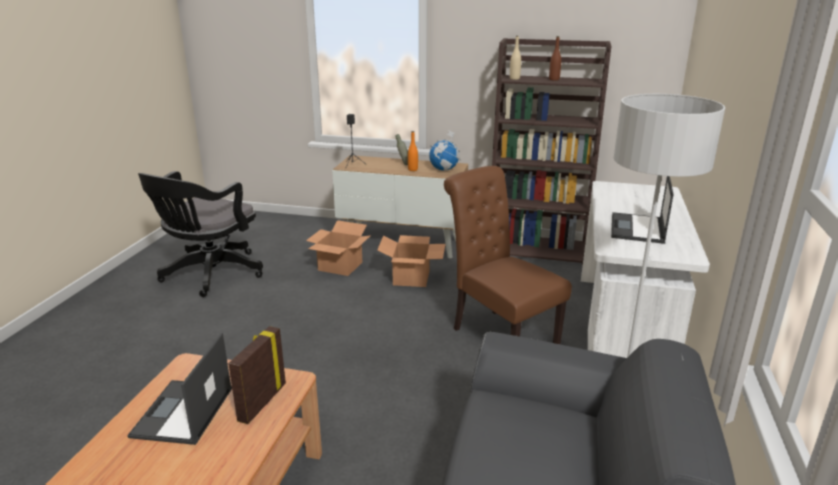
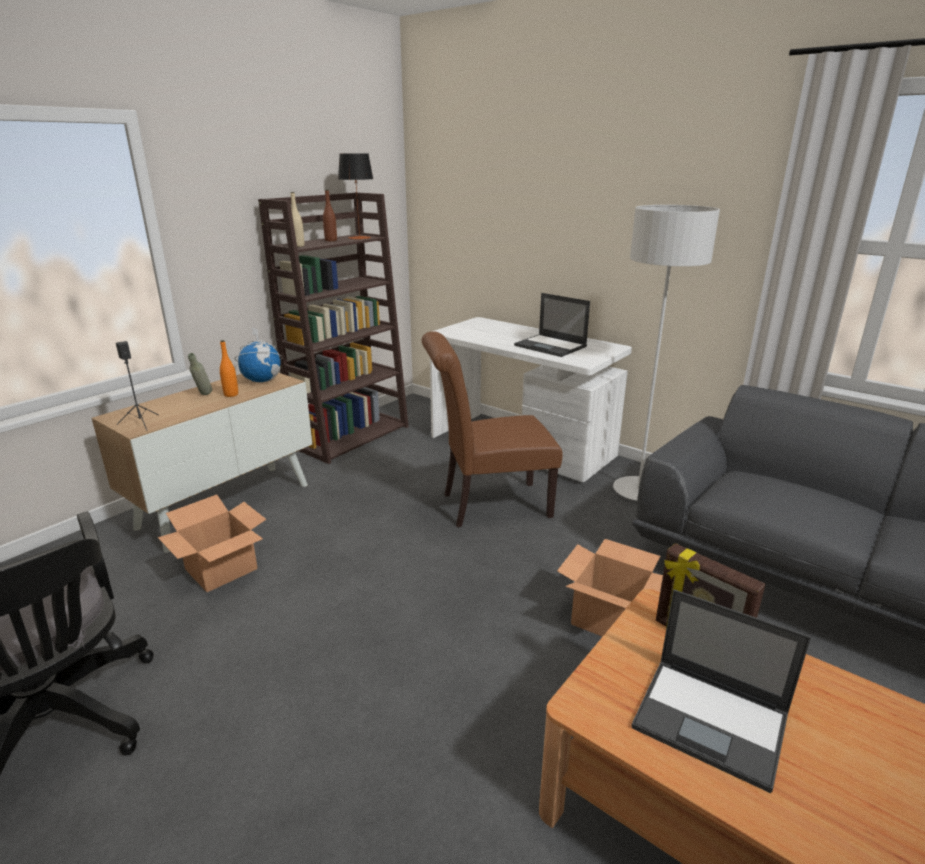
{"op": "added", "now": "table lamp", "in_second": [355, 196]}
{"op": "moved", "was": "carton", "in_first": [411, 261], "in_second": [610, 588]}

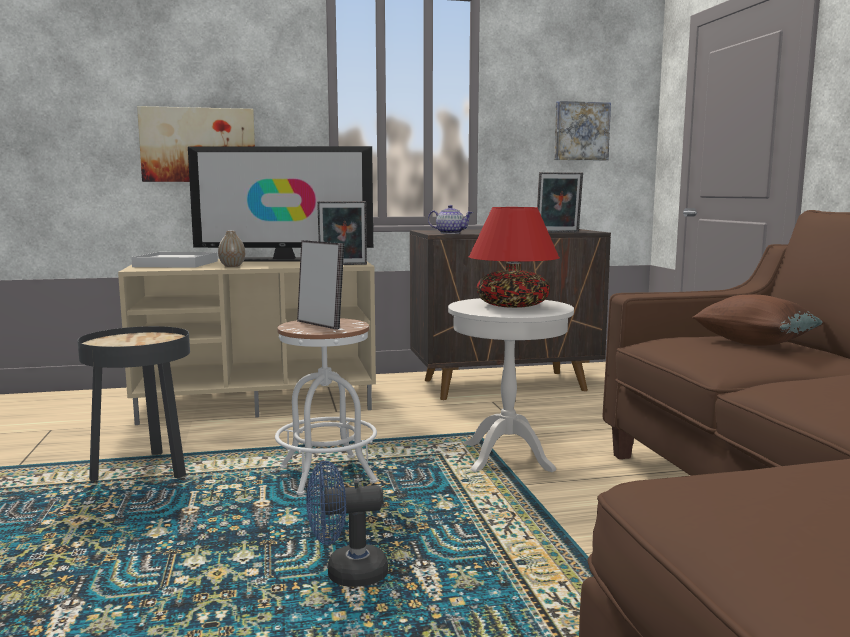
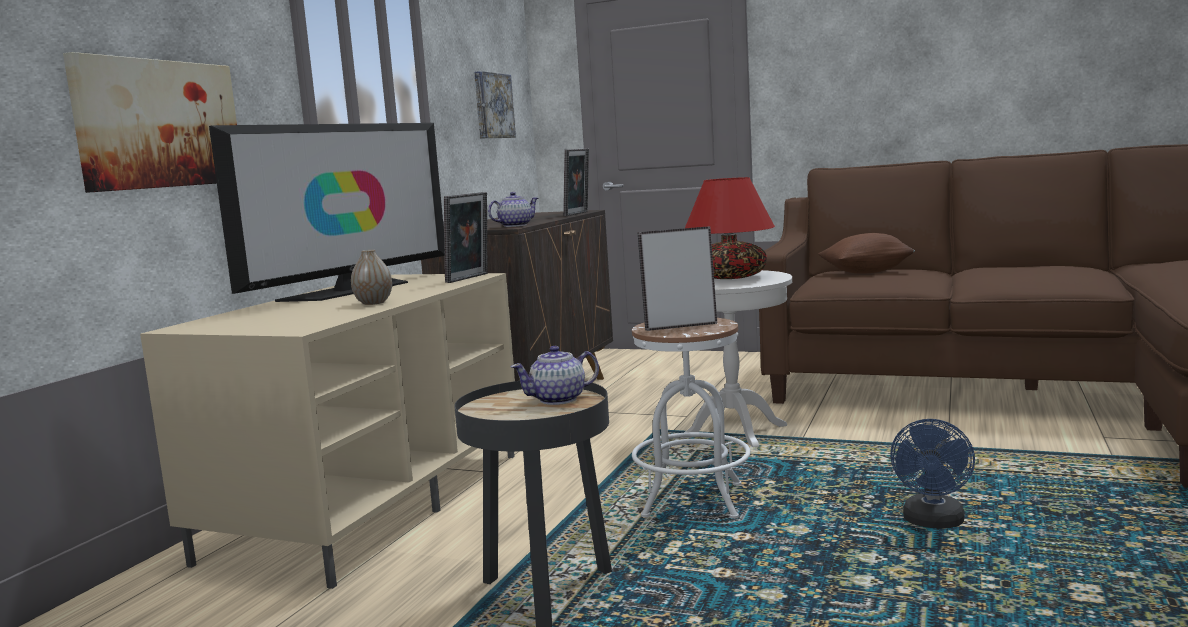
{"op": "added", "now": "pot for tea", "in_second": [555, 375]}
{"op": "removed", "was": "whitish carrying tray", "in_first": [174, 260]}

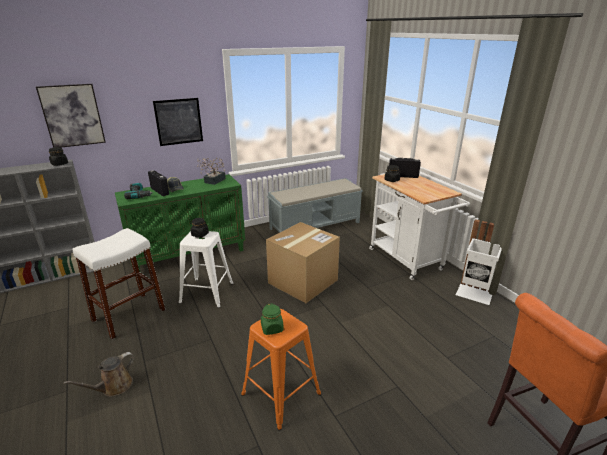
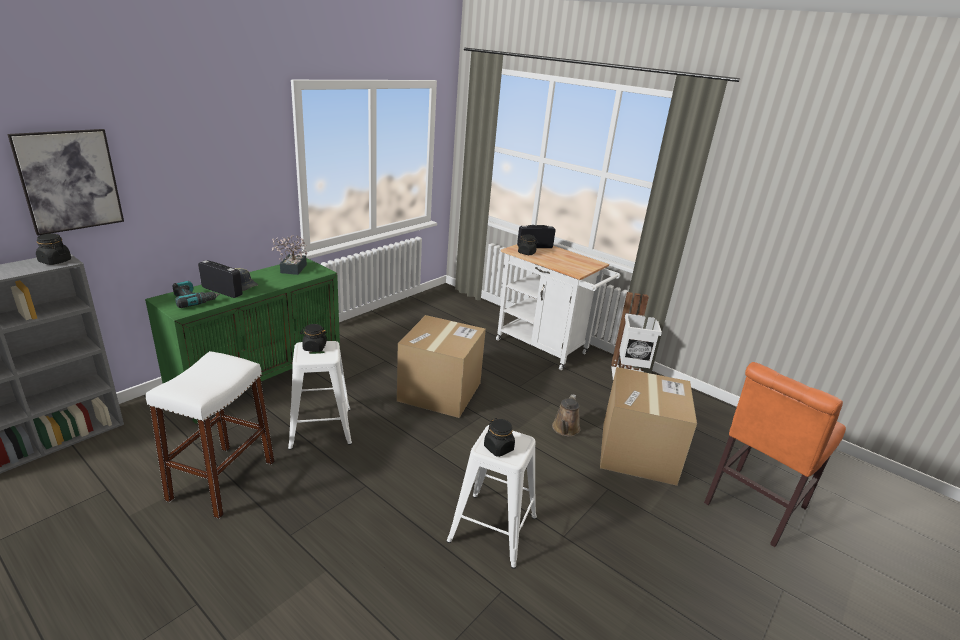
{"op": "recoloured", "was": "orange-coloured stool seat", "now": "whitish stool seat", "in_first": [281, 370], "in_second": [492, 497]}
{"op": "recoloured", "was": "green jar", "now": "black jar", "in_first": [272, 319], "in_second": [499, 437]}
{"op": "moved", "was": "brown watering pot", "in_first": [98, 374], "in_second": [566, 415]}
{"op": "added", "now": "carton", "in_second": [648, 426]}
{"op": "removed", "was": "wall art", "in_first": [178, 122]}
{"op": "removed", "was": "gray bench", "in_first": [315, 205]}

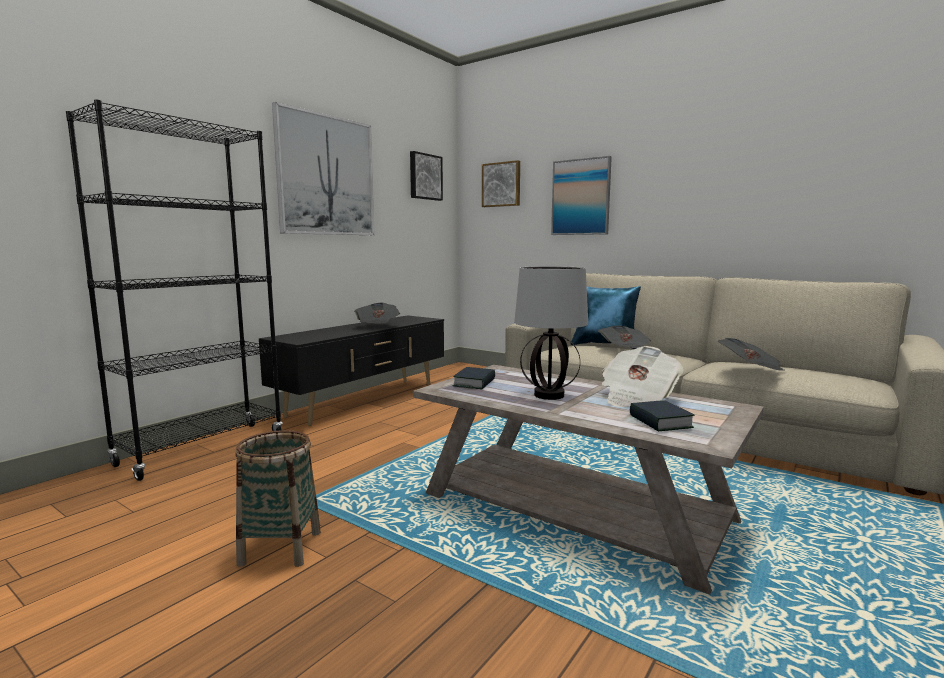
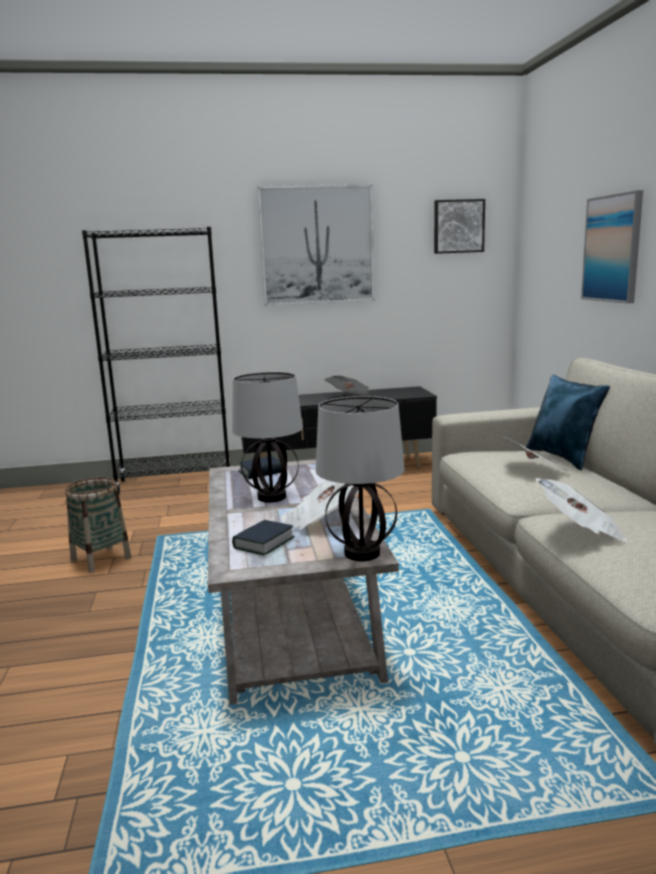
{"op": "added", "now": "table lamp", "in_second": [360, 478]}
{"op": "removed", "was": "wall art", "in_first": [501, 183]}

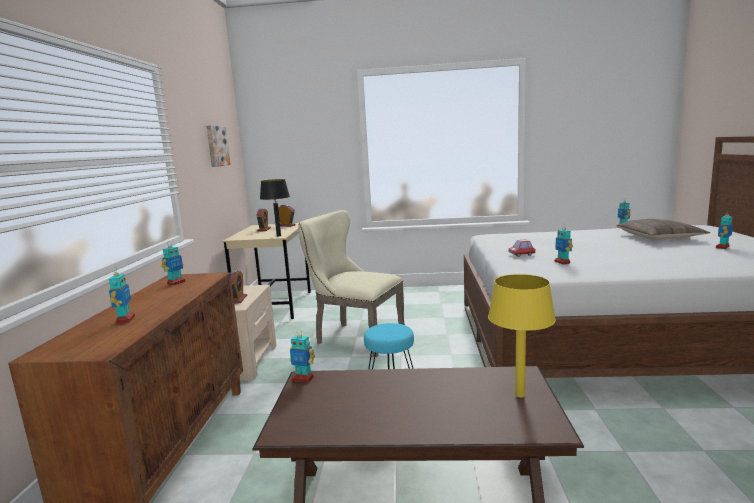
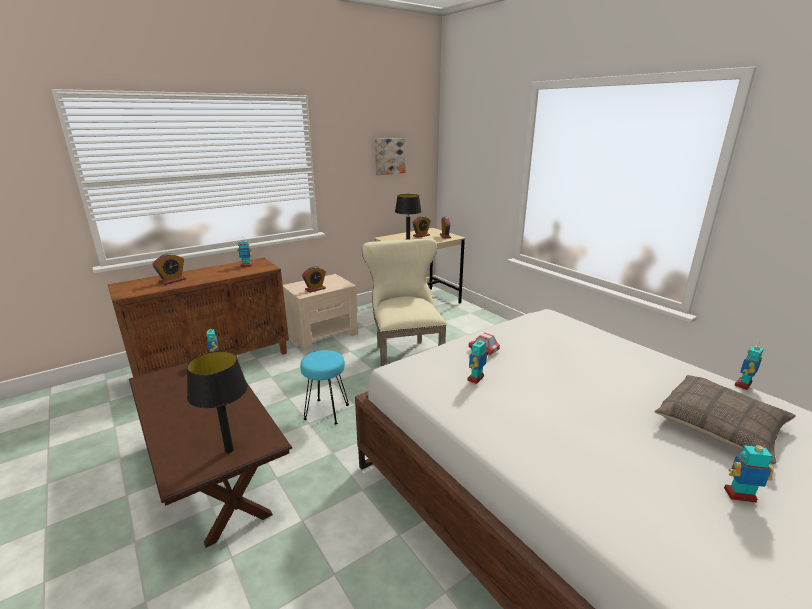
{"op": "replaced", "was": "robot figure", "now": "alarm clock", "in_first": [122, 295], "in_second": [169, 269]}
{"op": "recoloured", "was": "yellow table lamp", "now": "black table lamp", "in_first": [522, 335], "in_second": [217, 402]}

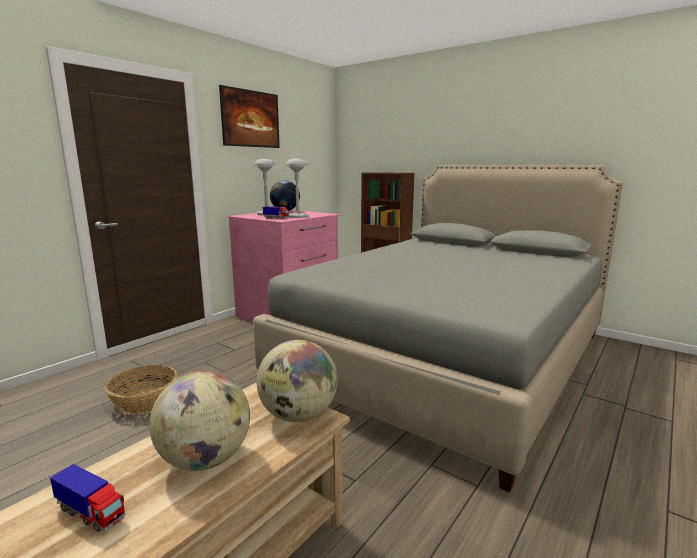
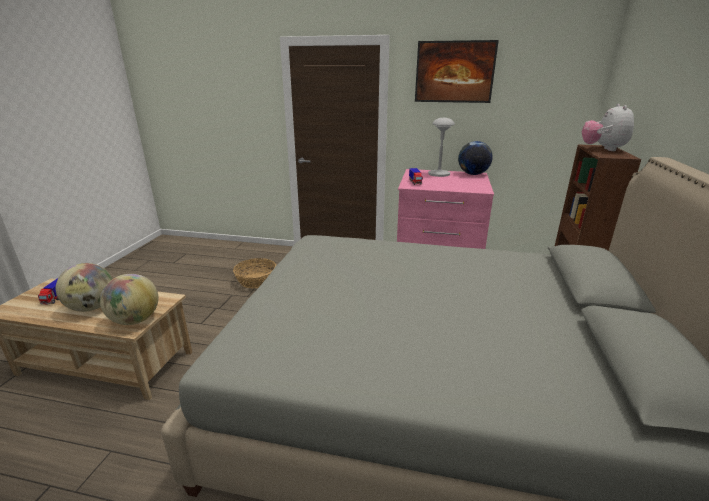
{"op": "added", "now": "cuddly toy", "in_second": [608, 127]}
{"op": "removed", "was": "gray table lamp", "in_first": [297, 188]}

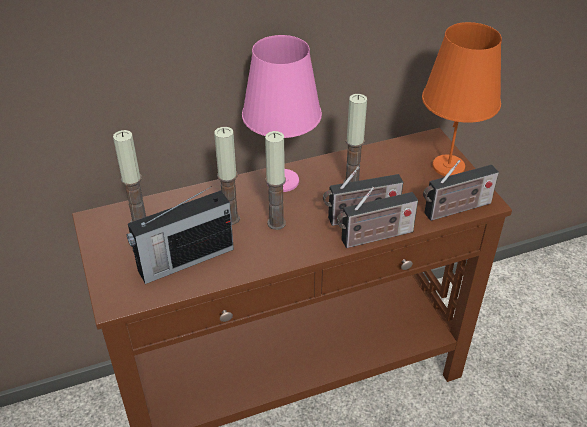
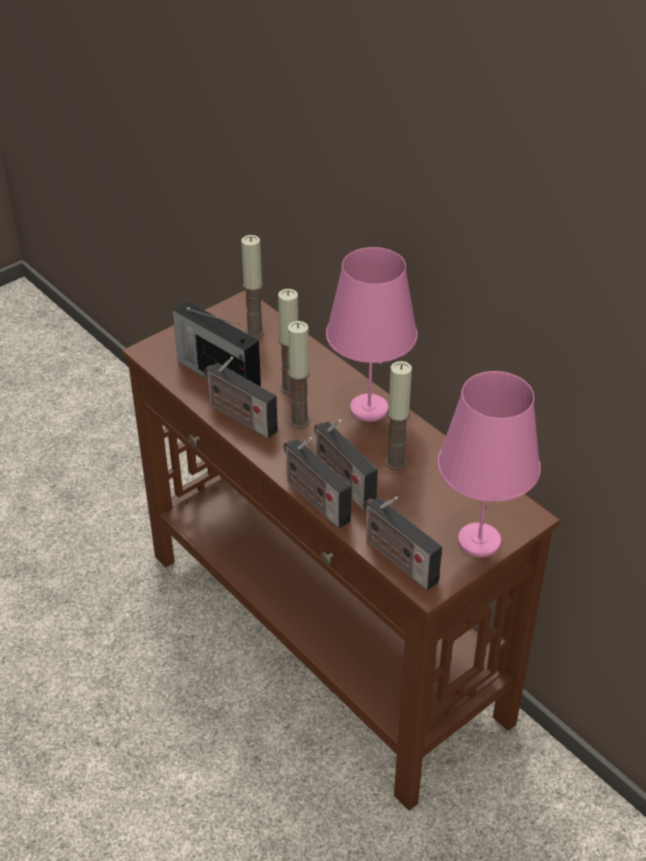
{"op": "added", "now": "radio receiver", "in_second": [241, 398]}
{"op": "recoloured", "was": "orange-coloured table lamp", "now": "pink-coloured table lamp", "in_first": [462, 99], "in_second": [489, 464]}

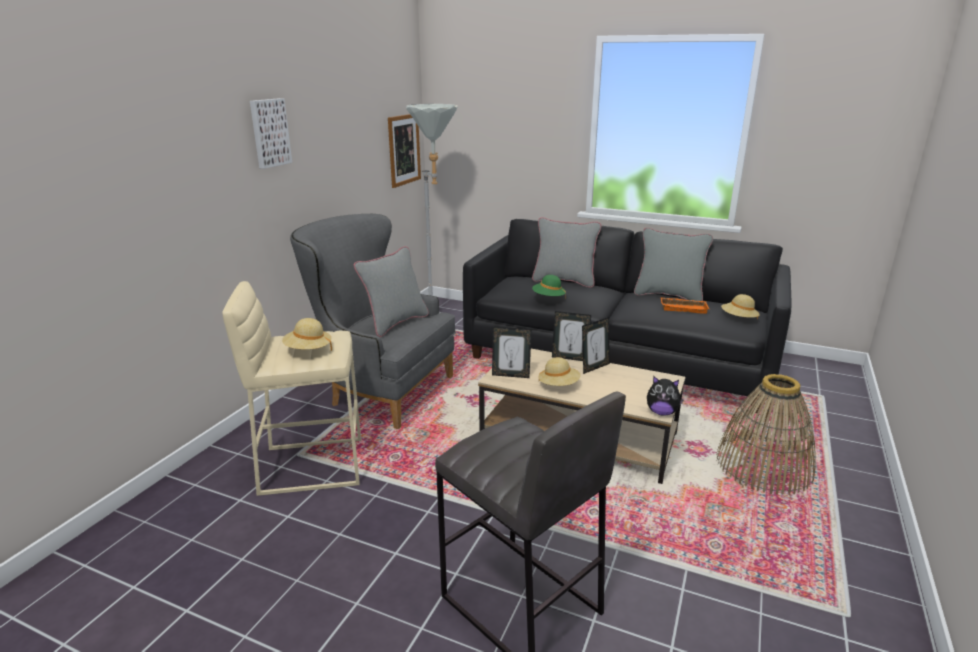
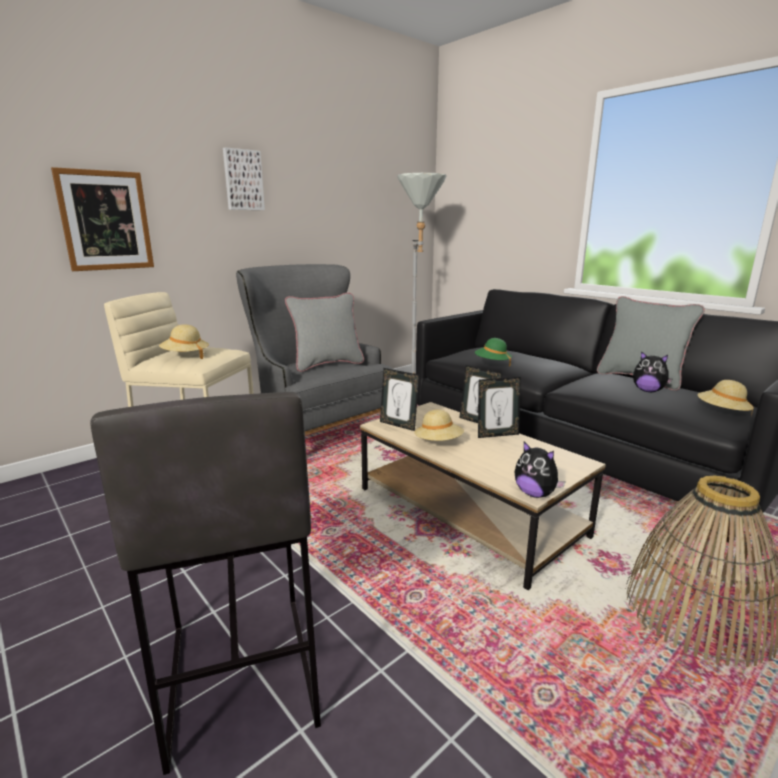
{"op": "moved", "was": "wall art", "in_first": [404, 151], "in_second": [102, 219]}
{"op": "replaced", "was": "orange-coloured carrying tray", "now": "cuddly toy", "in_first": [685, 305], "in_second": [652, 371]}
{"op": "removed", "was": "gray pillow", "in_first": [566, 252]}

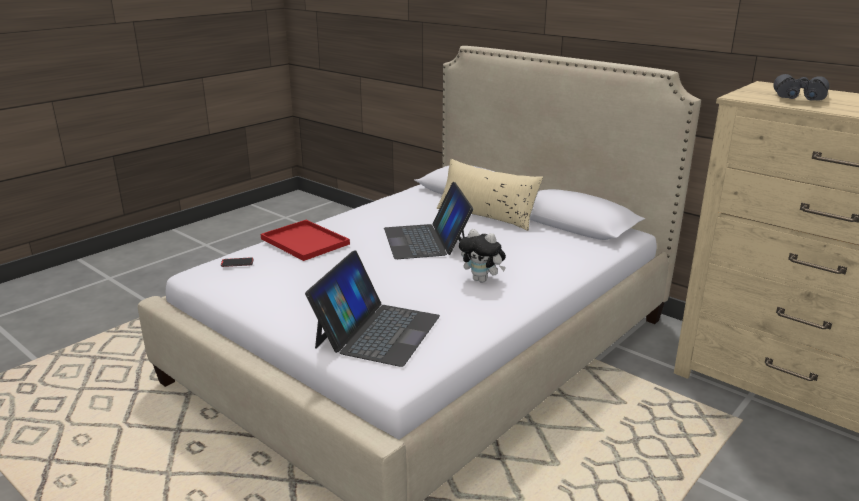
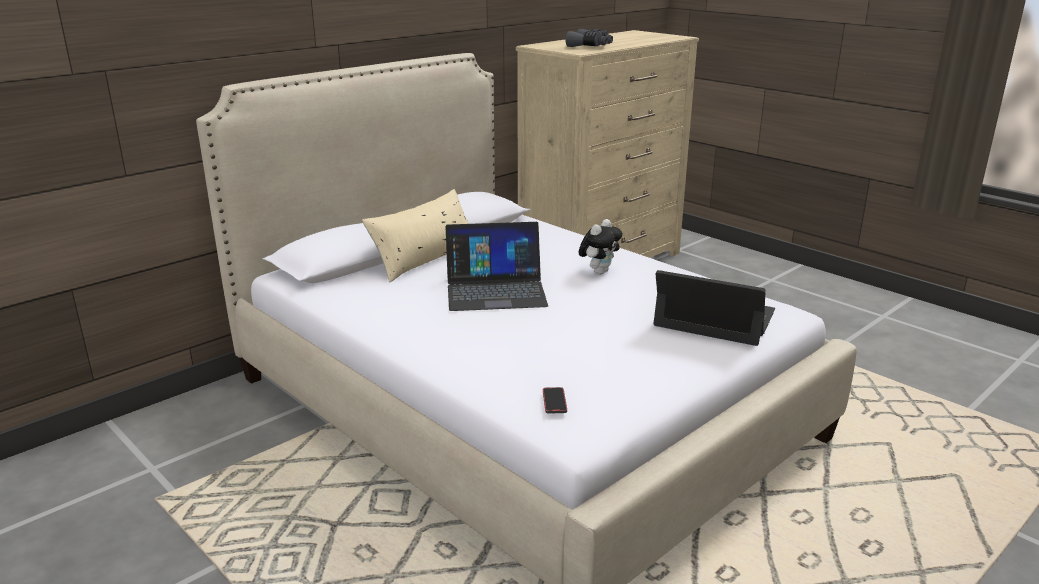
{"op": "removed", "was": "reddish carrying tray", "in_first": [305, 240]}

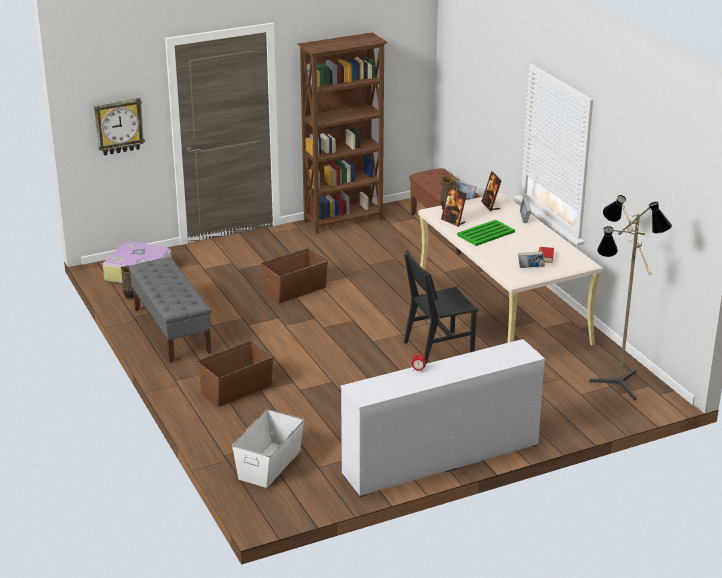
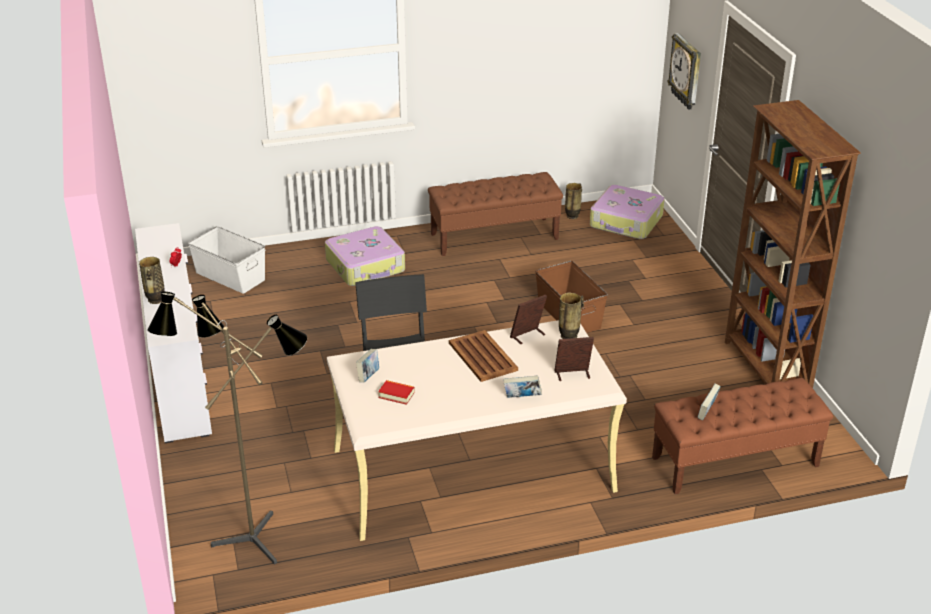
{"op": "added", "now": "flower vase", "in_second": [152, 280]}
{"op": "replaced", "was": "brown storage box", "now": "suitcase", "in_first": [235, 374], "in_second": [365, 256]}
{"op": "recoloured", "was": "gray bench", "now": "brown bench", "in_first": [170, 310], "in_second": [495, 214]}
{"op": "recoloured", "was": "green carrying tray", "now": "brown carrying tray", "in_first": [486, 233], "in_second": [483, 356]}

